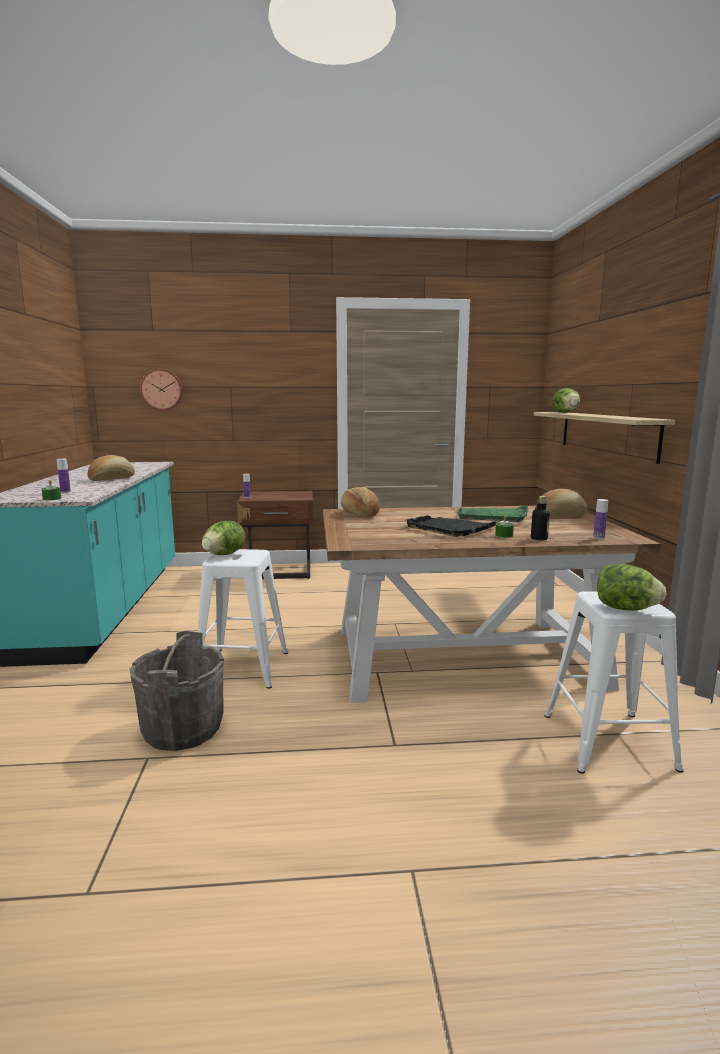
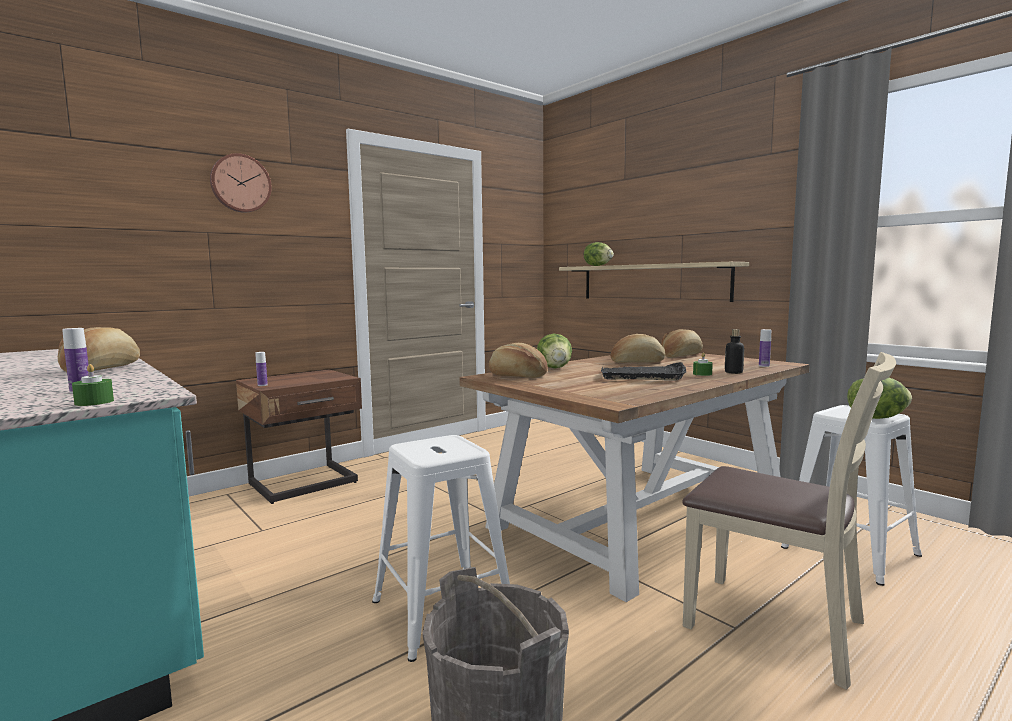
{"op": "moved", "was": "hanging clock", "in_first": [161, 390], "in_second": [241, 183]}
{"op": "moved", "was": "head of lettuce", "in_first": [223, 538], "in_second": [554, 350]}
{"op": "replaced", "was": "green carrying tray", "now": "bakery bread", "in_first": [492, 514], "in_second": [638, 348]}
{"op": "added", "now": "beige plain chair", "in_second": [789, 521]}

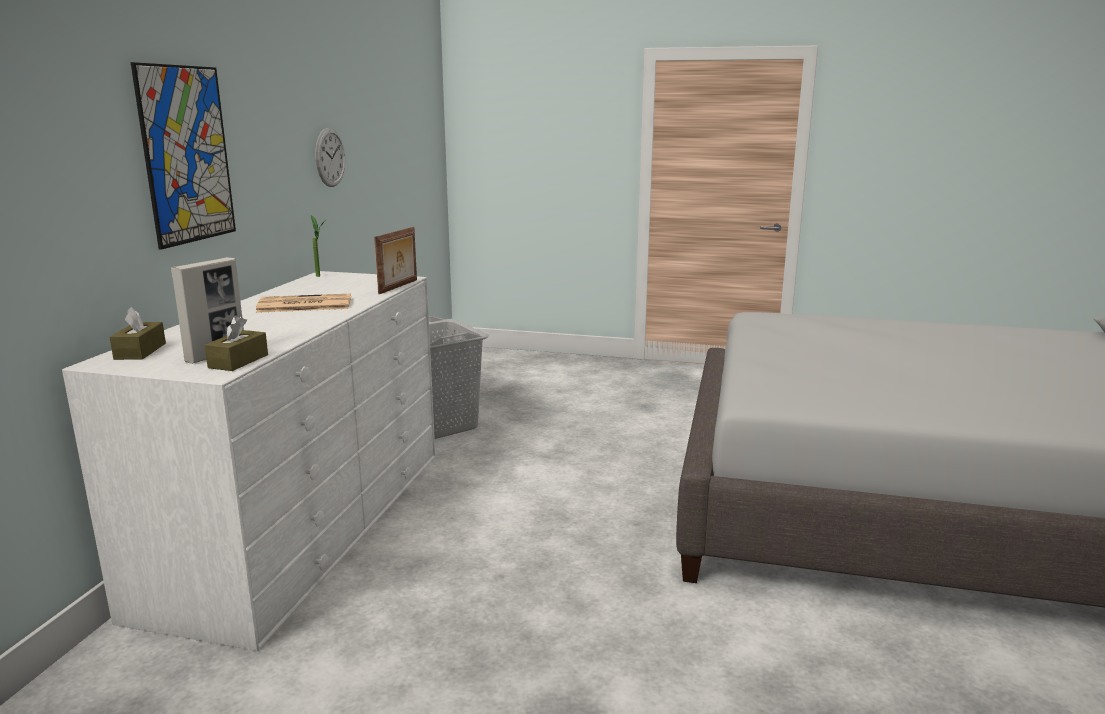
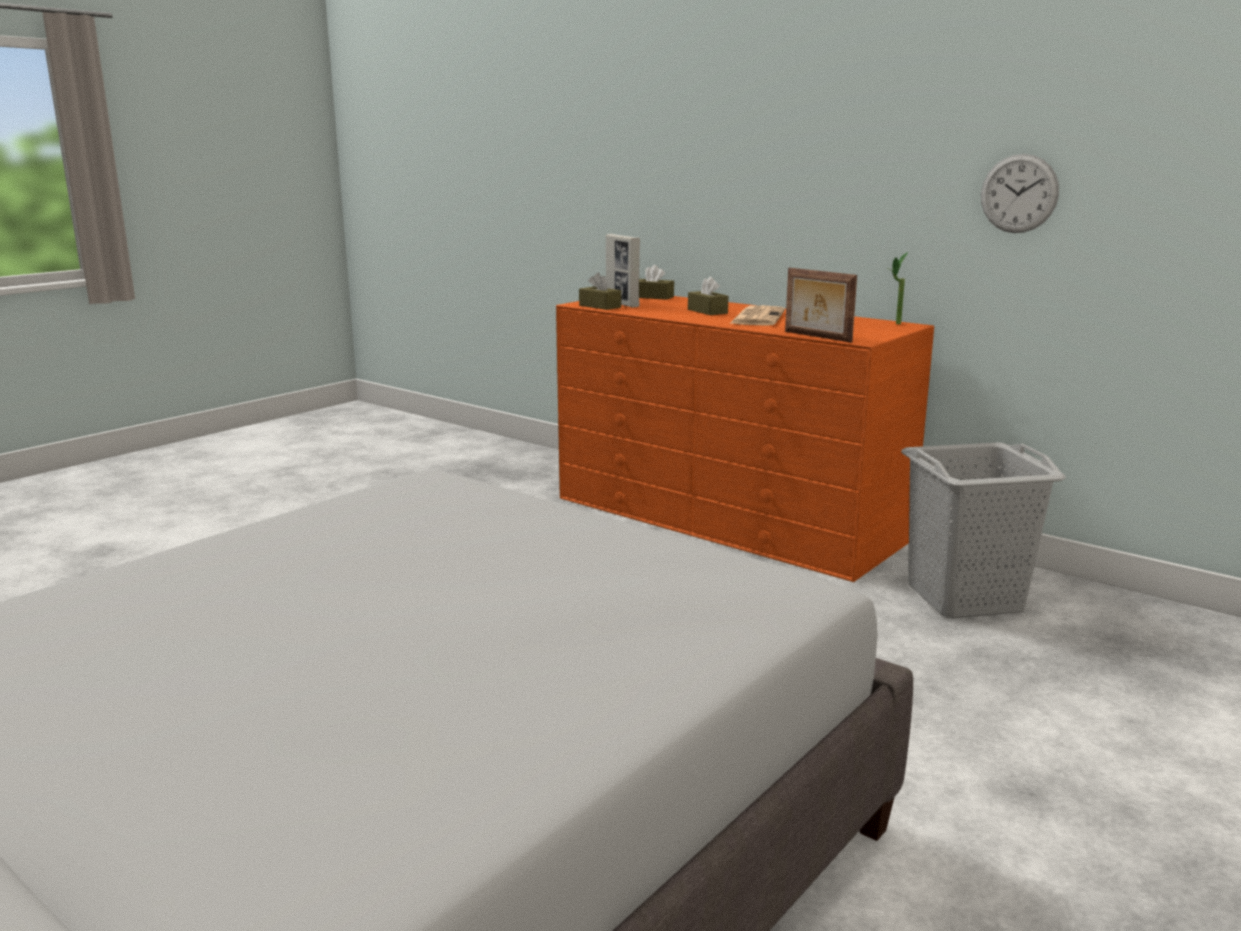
{"op": "recoloured", "was": "whitish dresser", "now": "orange-coloured dresser", "in_first": [248, 461], "in_second": [745, 439]}
{"op": "added", "now": "brown tissue box", "in_second": [708, 296]}
{"op": "removed", "was": "wall art", "in_first": [183, 156]}

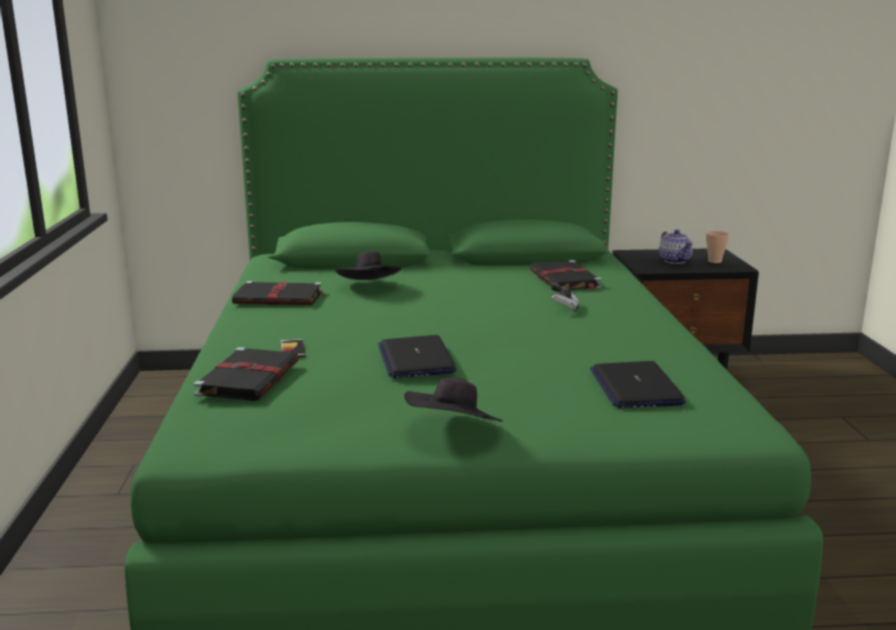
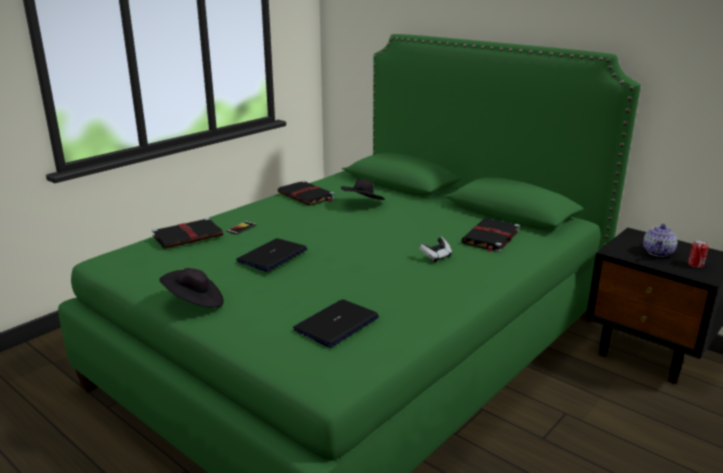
{"op": "replaced", "was": "cup", "now": "sealed can", "in_first": [718, 247], "in_second": [698, 254]}

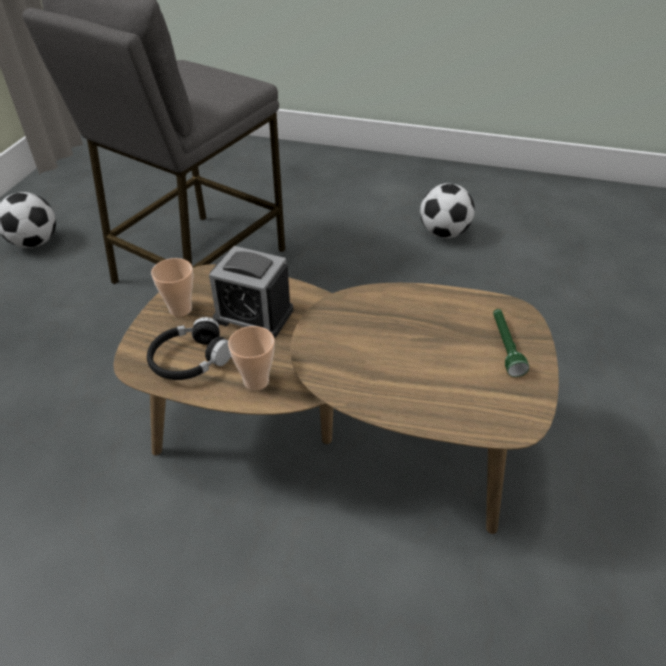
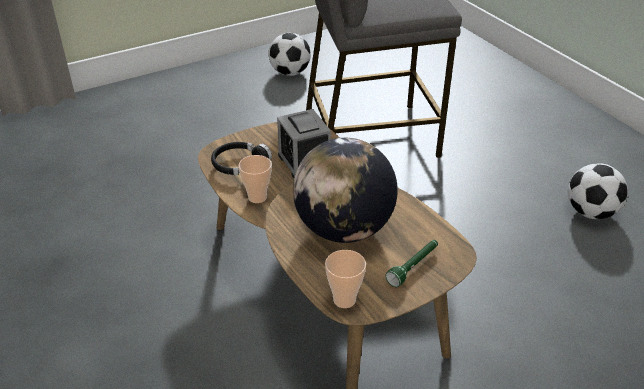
{"op": "added", "now": "desk globe", "in_second": [345, 190]}
{"op": "moved", "was": "cup", "in_first": [172, 287], "in_second": [345, 279]}

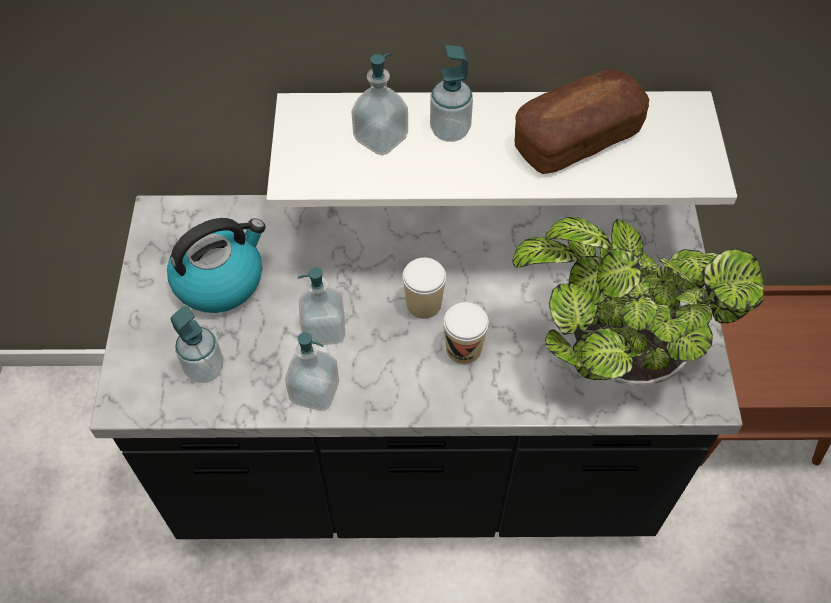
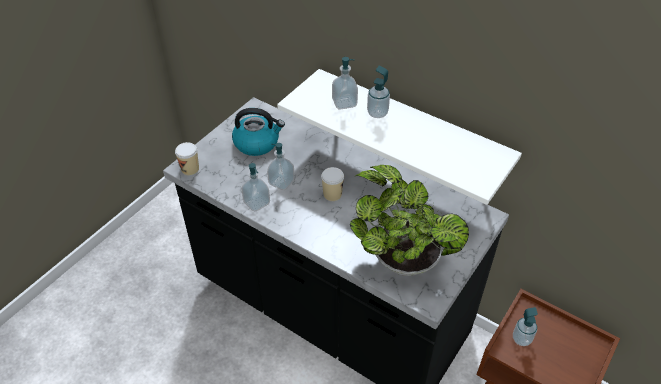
{"op": "moved", "was": "cup", "in_first": [466, 333], "in_second": [187, 158]}
{"op": "moved", "was": "soap bottle", "in_first": [197, 344], "in_second": [525, 326]}
{"op": "removed", "was": "bakery bread", "in_first": [581, 122]}

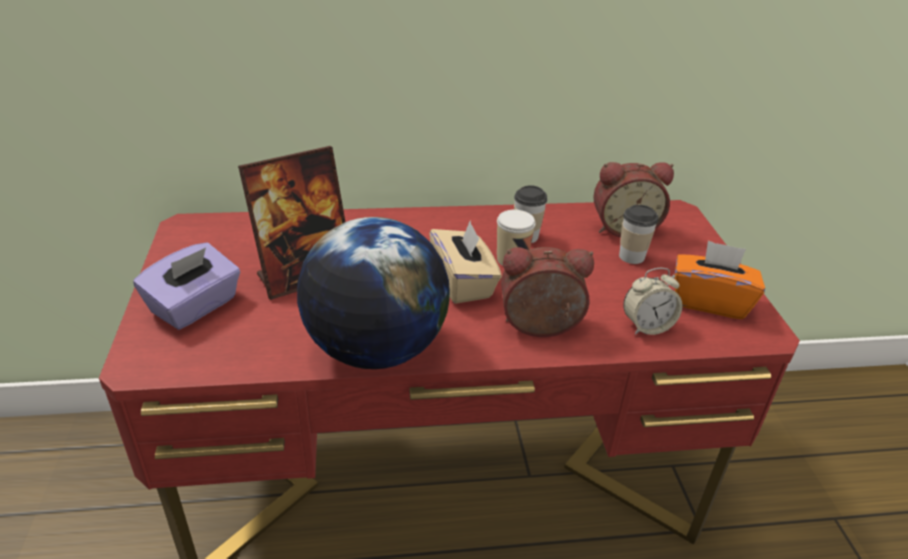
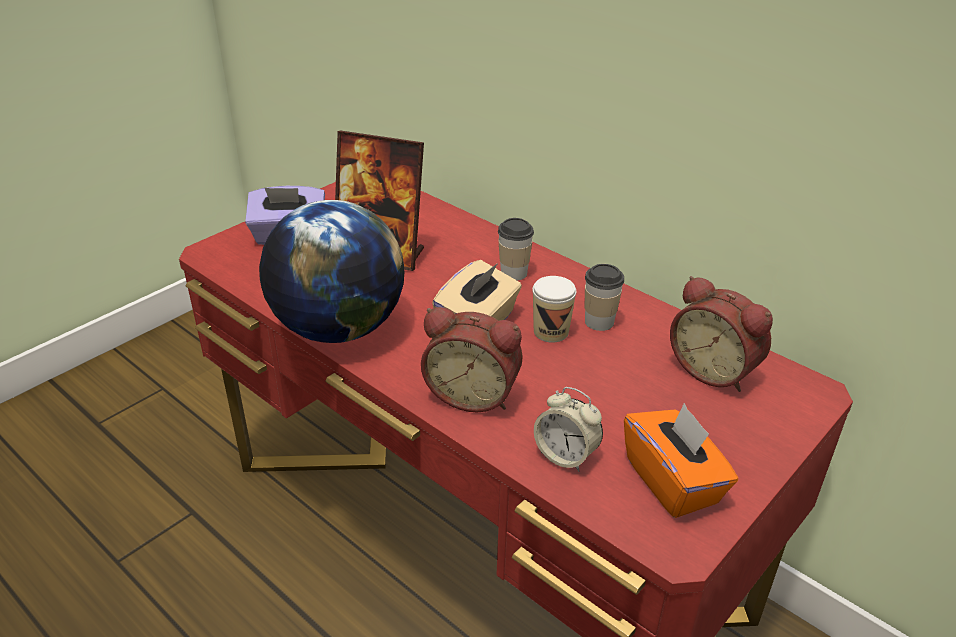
{"op": "turned", "was": "alarm clock", "in_first": [547, 292], "in_second": [472, 359], "clockwise": 150}
{"op": "moved", "was": "cup", "in_first": [639, 234], "in_second": [516, 249]}

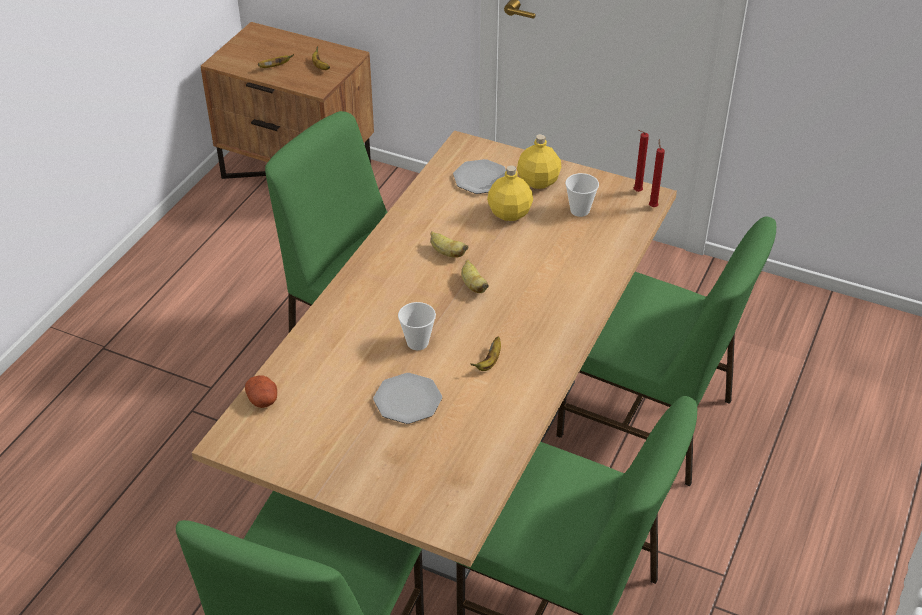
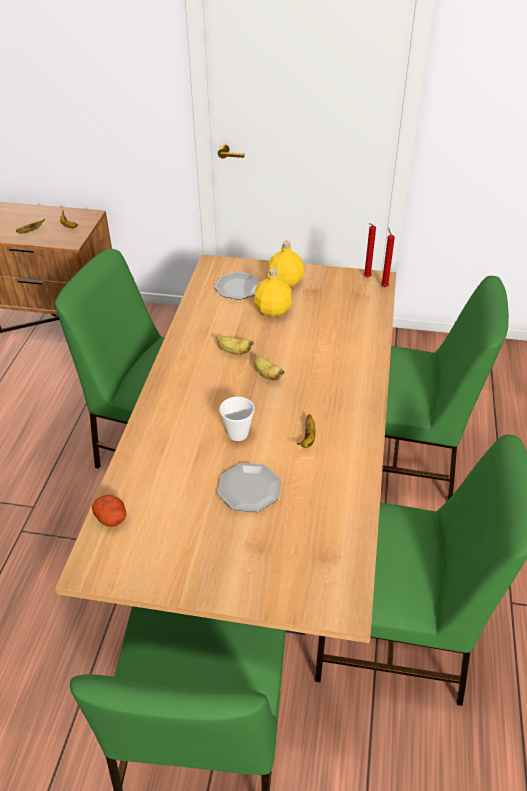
{"op": "removed", "was": "cup", "in_first": [582, 195]}

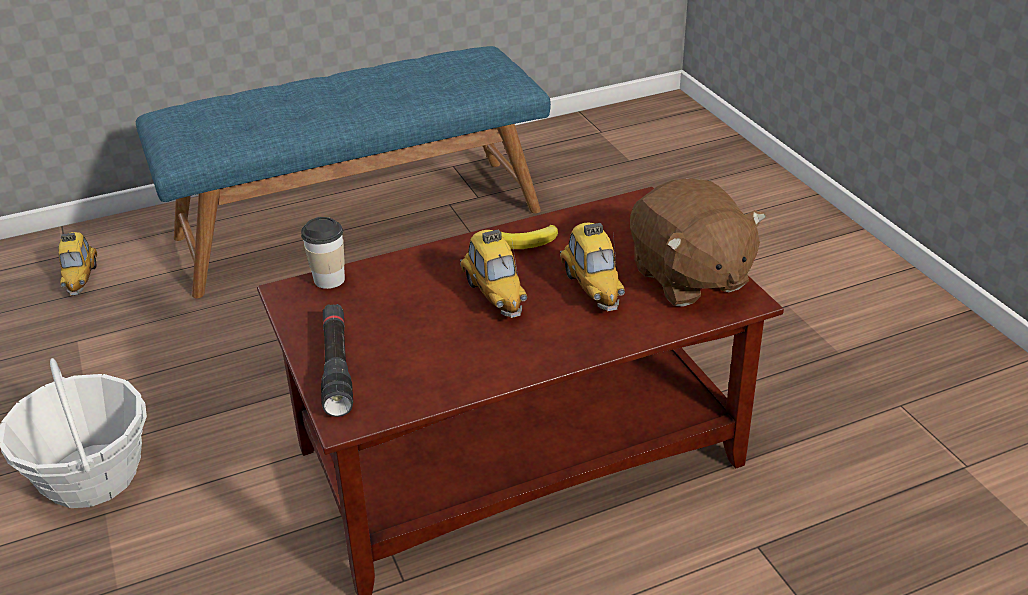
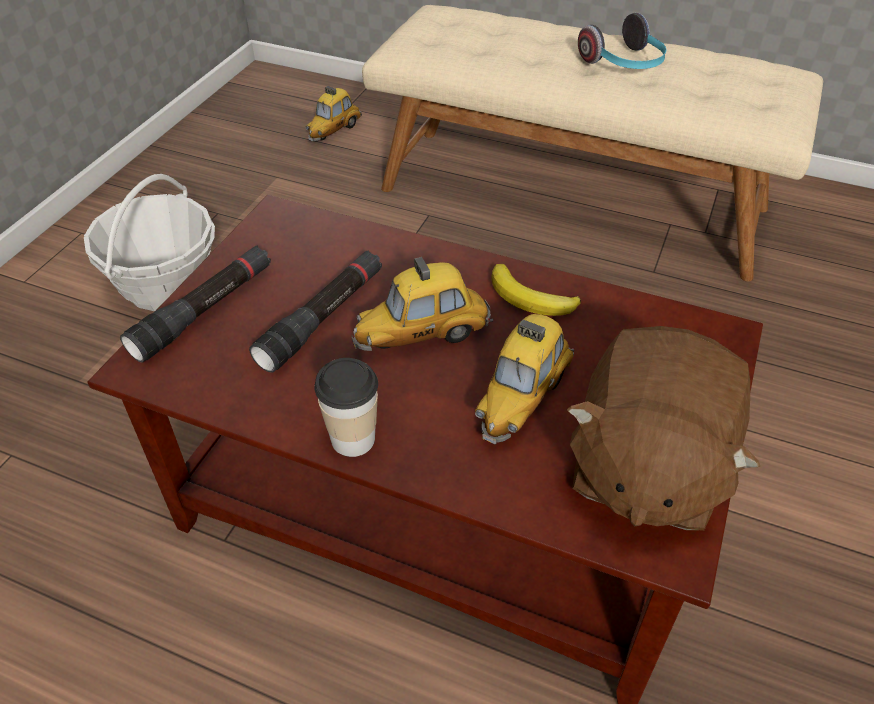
{"op": "added", "now": "black flashlight", "in_second": [315, 312]}
{"op": "moved", "was": "cup", "in_first": [323, 253], "in_second": [346, 407]}
{"op": "turned", "was": "miniature car", "in_first": [493, 273], "in_second": [422, 304], "clockwise": 45}
{"op": "recoloured", "was": "bluish bench", "now": "beige bench", "in_first": [343, 172], "in_second": [592, 143]}
{"op": "added", "now": "headphones", "in_second": [622, 41]}

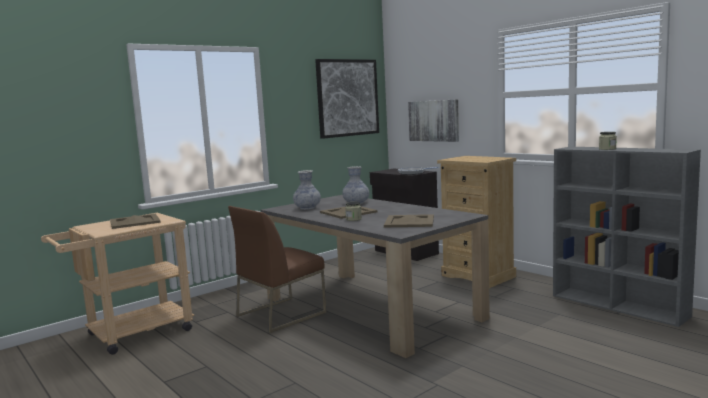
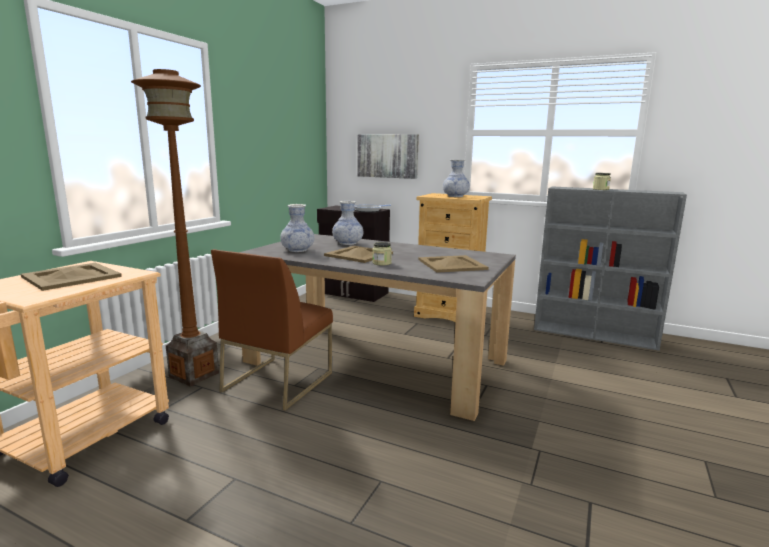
{"op": "added", "now": "brown floor lamp", "in_second": [175, 227]}
{"op": "added", "now": "flower vase", "in_second": [456, 178]}
{"op": "removed", "was": "wall art", "in_first": [347, 99]}

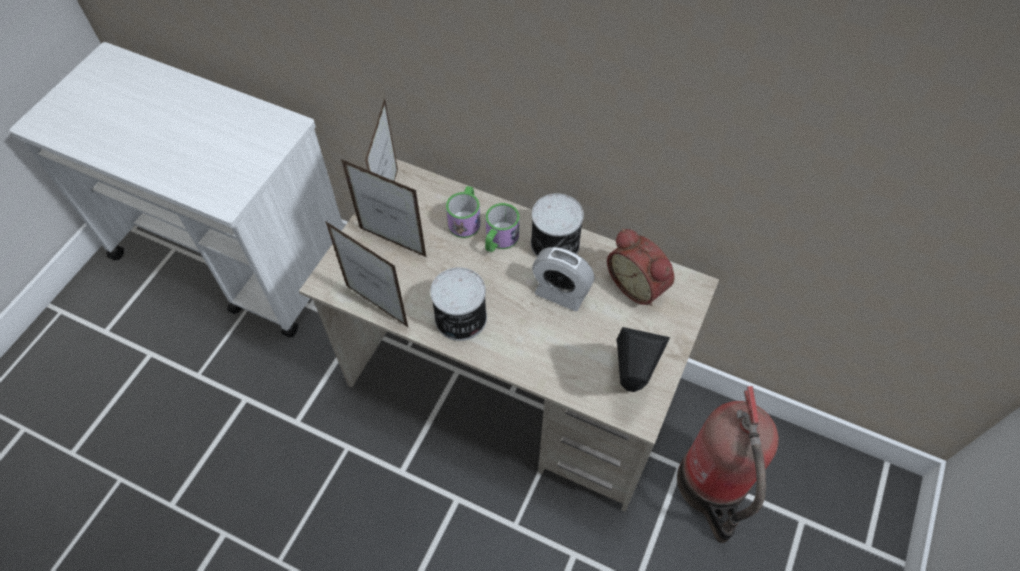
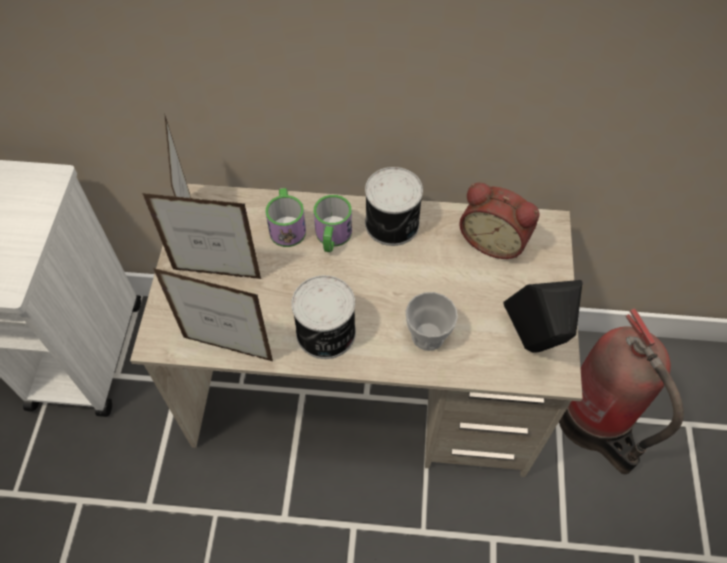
{"op": "added", "now": "cup", "in_second": [431, 321]}
{"op": "removed", "was": "alarm clock", "in_first": [563, 279]}

